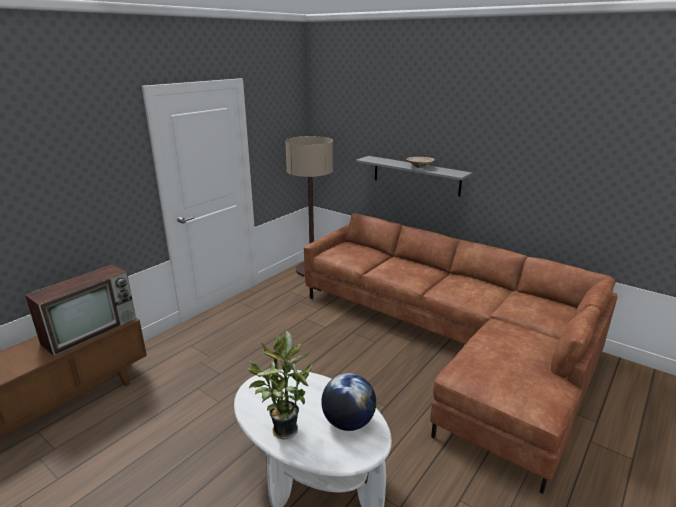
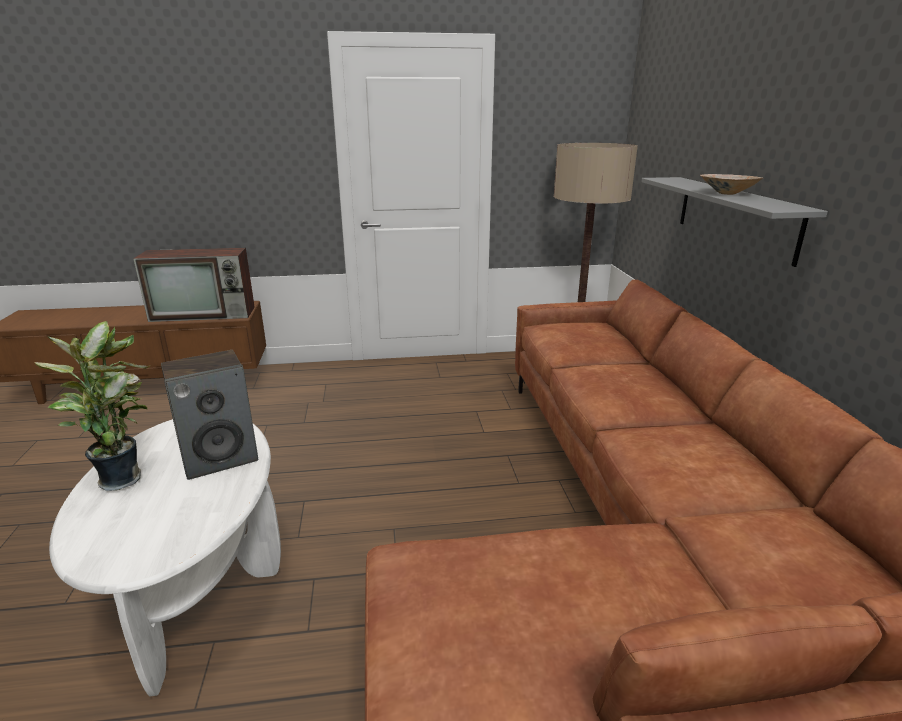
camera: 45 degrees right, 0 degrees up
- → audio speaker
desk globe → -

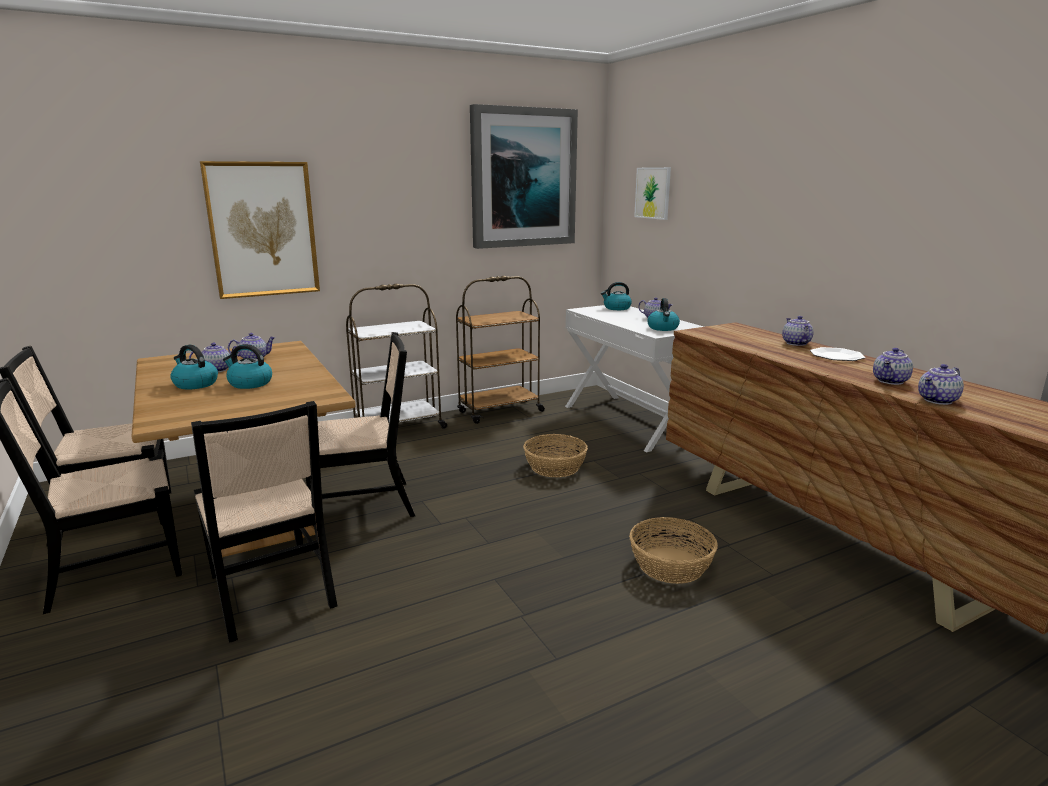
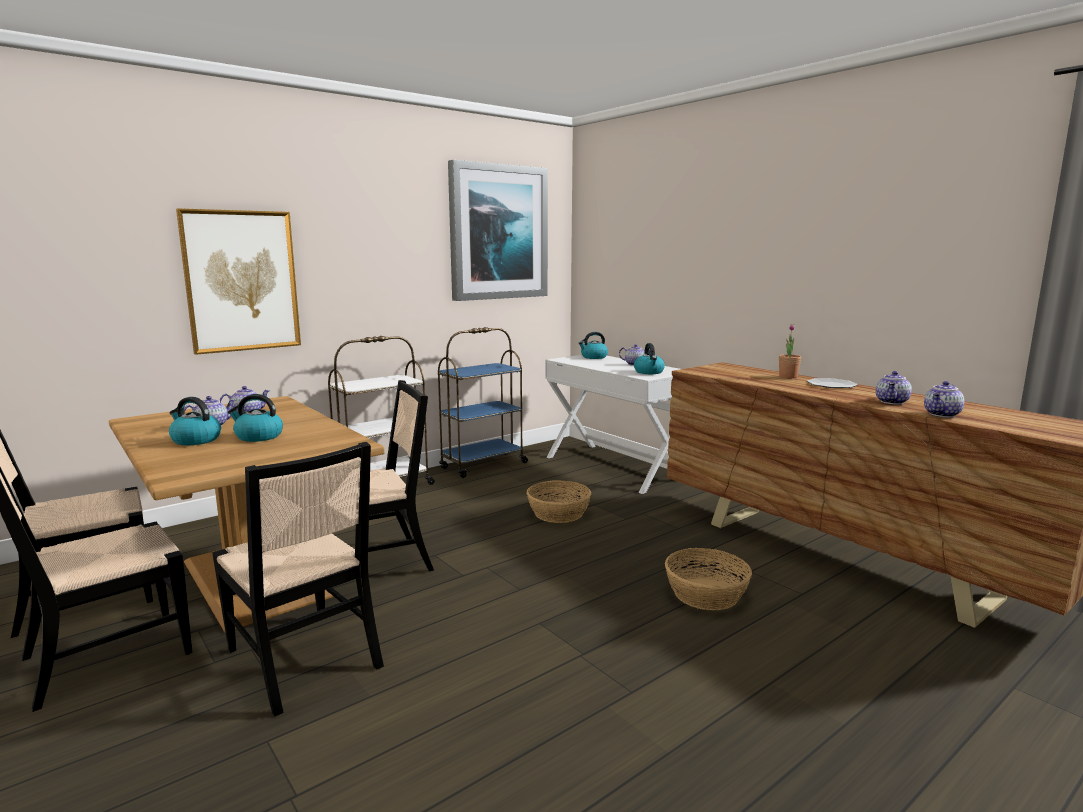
camera: 10 degrees left, 5 degrees down
brown-coloured wheeled cart → bluish wheeled cart
tea pot (no. 4 from left) → houseplant
wall picture (no. 3 from left) → -

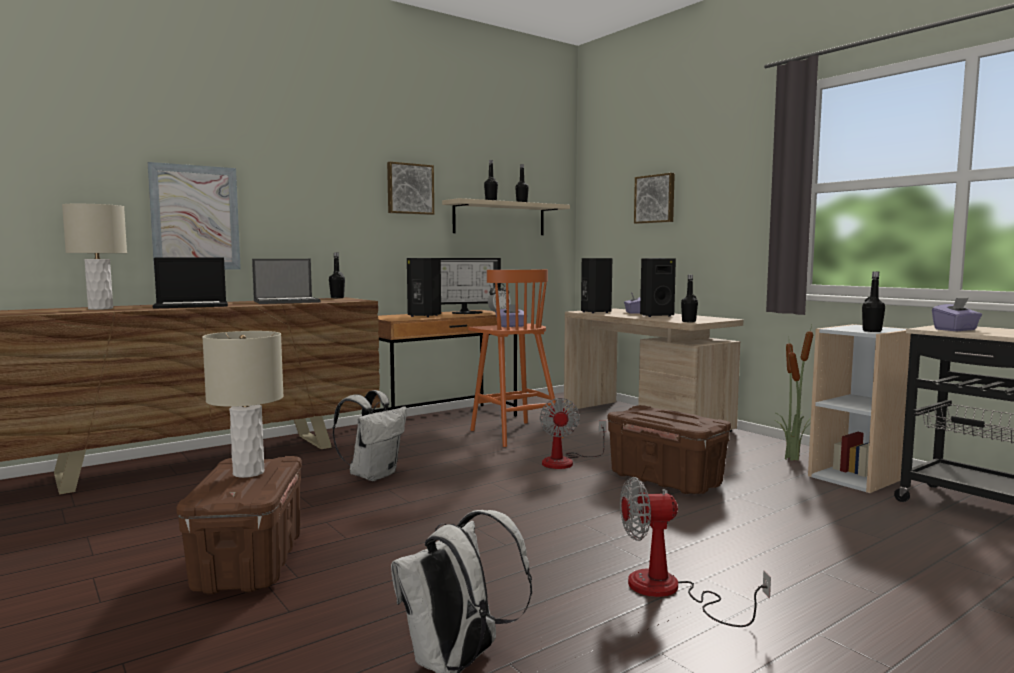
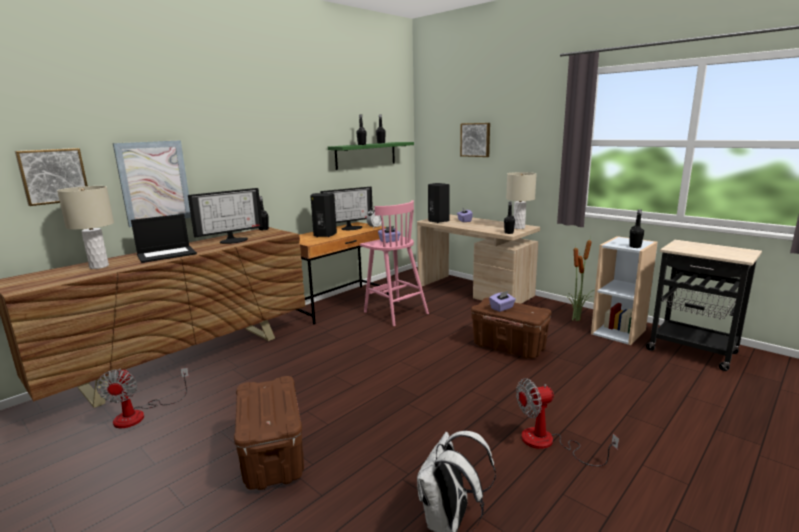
camera: 10 degrees left, 10 degrees up
wall picture (no. 2 from left in the first image) → wall picture (no. 1 from left), relocated
fan (no. 1 from left), relocated
notebook computer (no. 2 from left) → monitor (no. 1 from left)
sand-coloured shelf → green shelf
orange stool → pink stool
purple-coloured tissue holder (no. 3 from left), relocated
sand-coloured lamp for a table (no. 2 from left), relocated
whitish backpack (no. 1 from left) → -
black audio speaker (no. 3 from left) → -

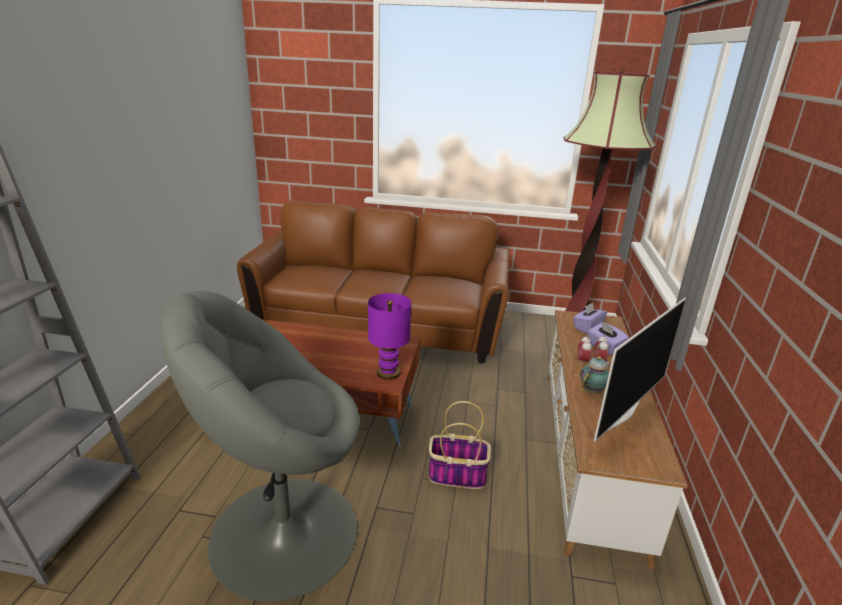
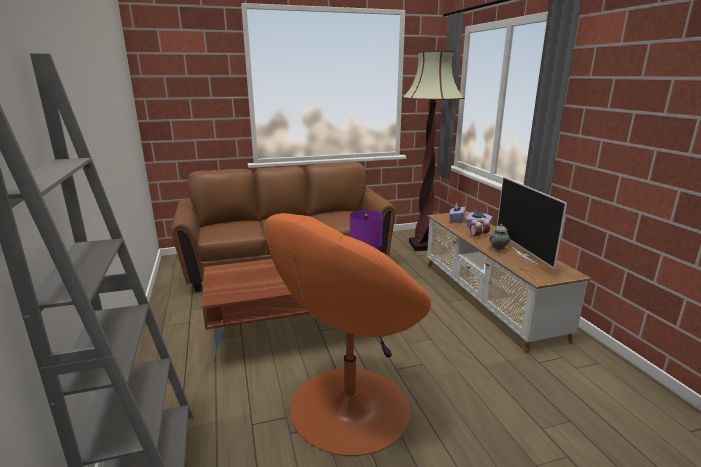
camera: 25 degrees left, 5 degrees down
grey lounge chair → orange lounge chair
TV set, 150 degrees clockwise
storage basket → -

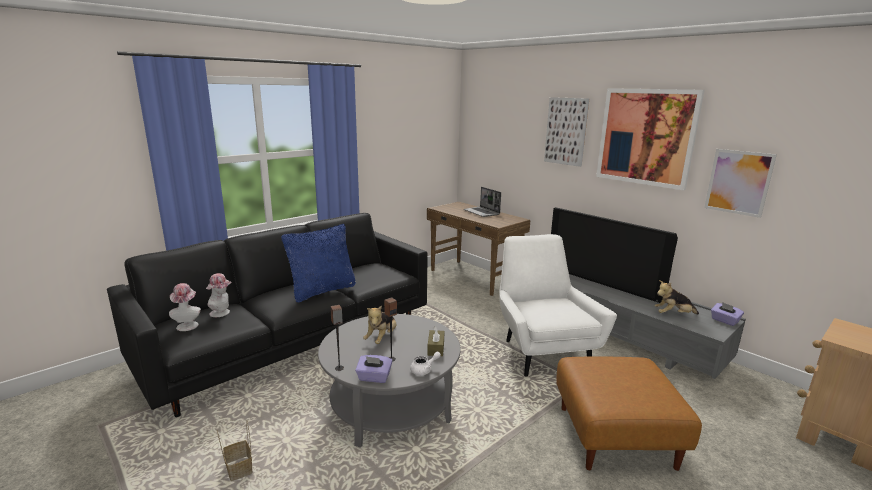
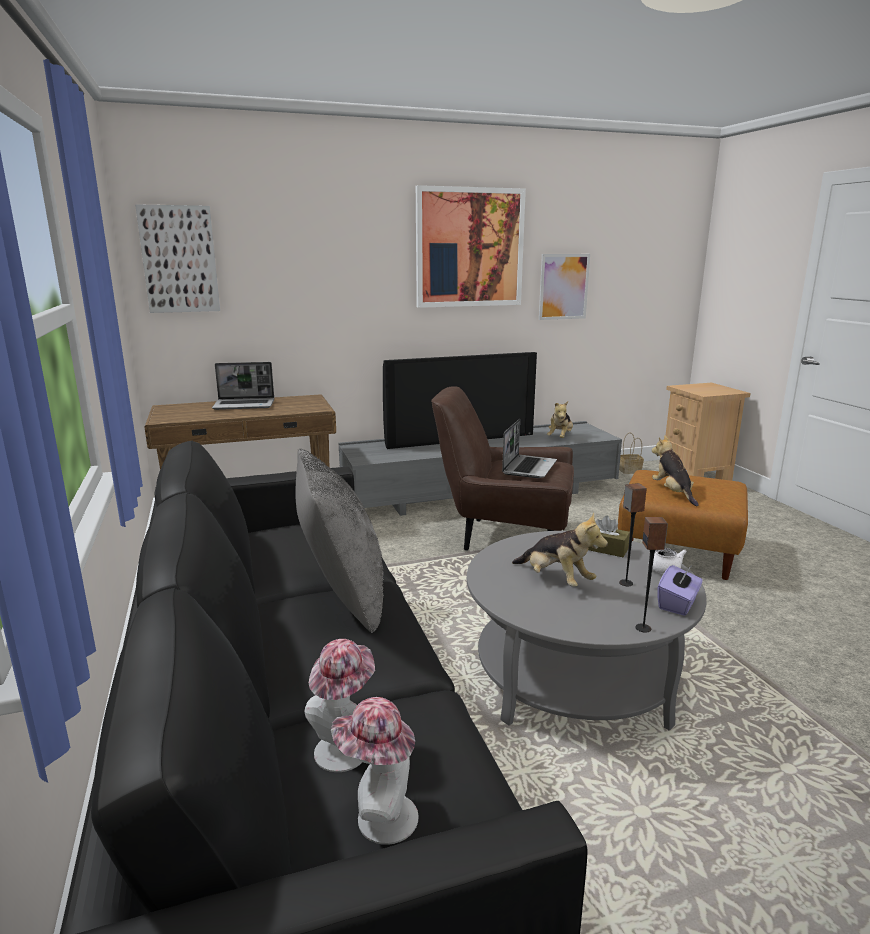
camera: 65 degrees left, 0 degrees up
wall picture (no. 1 from left), relocated
bluish throw pillow → grey throw pillow
whitish lounge chair → brown-coloured lounge chair
- → notebook computer (no. 2 from left)
storage basket, relocated
- → plush toy (no. 3 from left)
purple-coloured tissue holder (no. 2 from left) → -

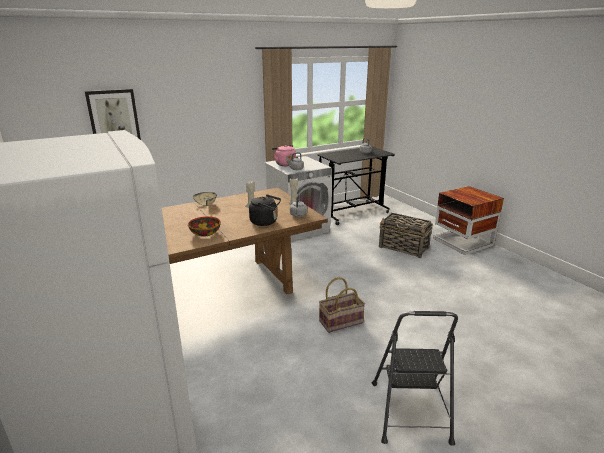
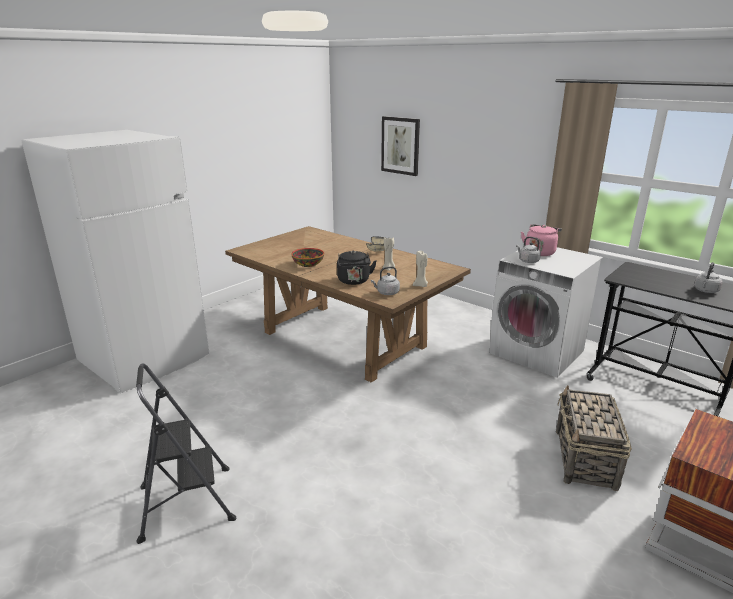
camera: 70 degrees right, 0 degrees up
storage basket (no. 1 from left) → -

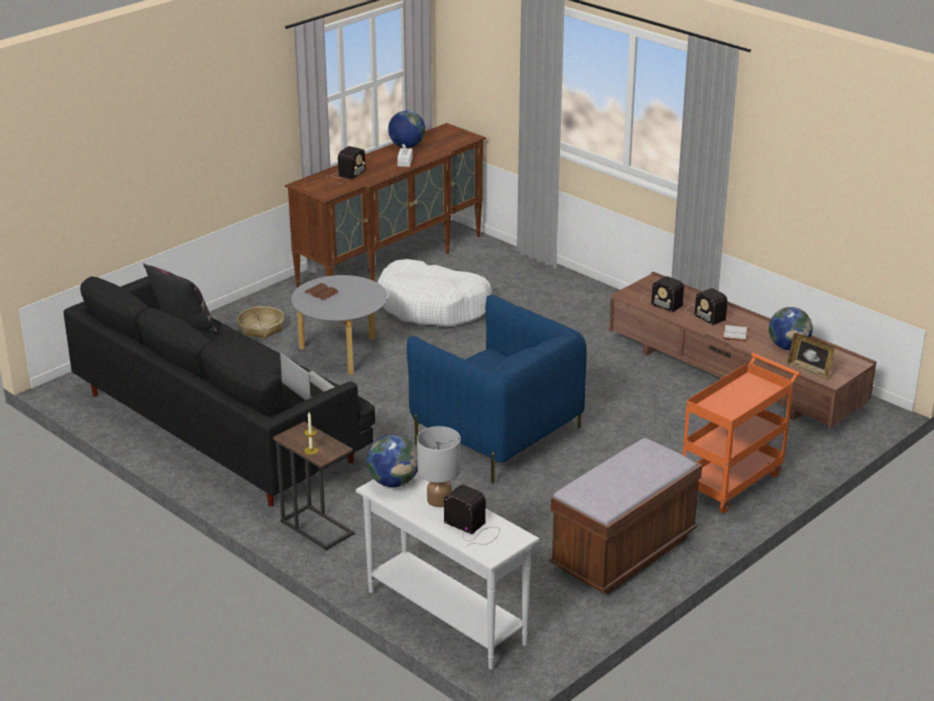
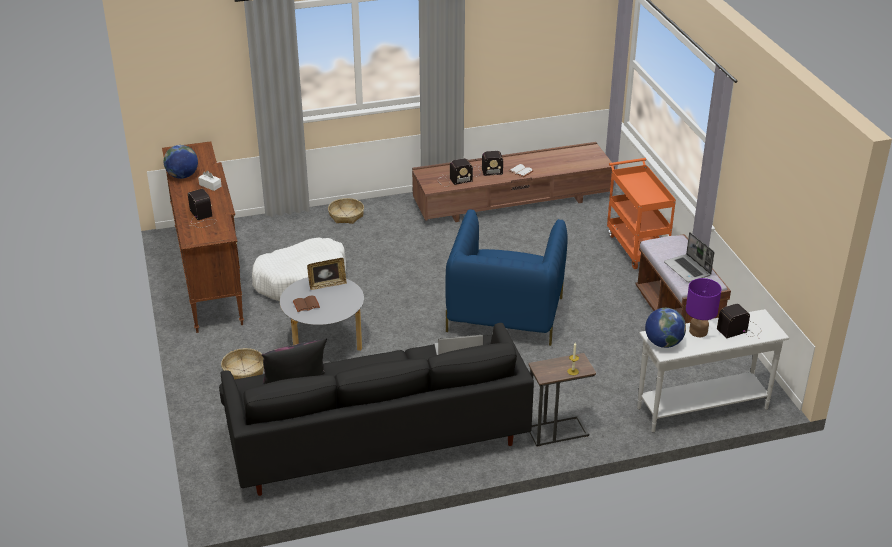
camera: 60 degrees left, 5 degrees up
picture frame, relocated
- → storage basket (no. 2 from left)
bluish lounge chair, 120 degrees clockwise
- → notebook computer (no. 2 from left)
grey lamp for a table → purple-coloured lamp for a table
desk globe (no. 3 from left) → -

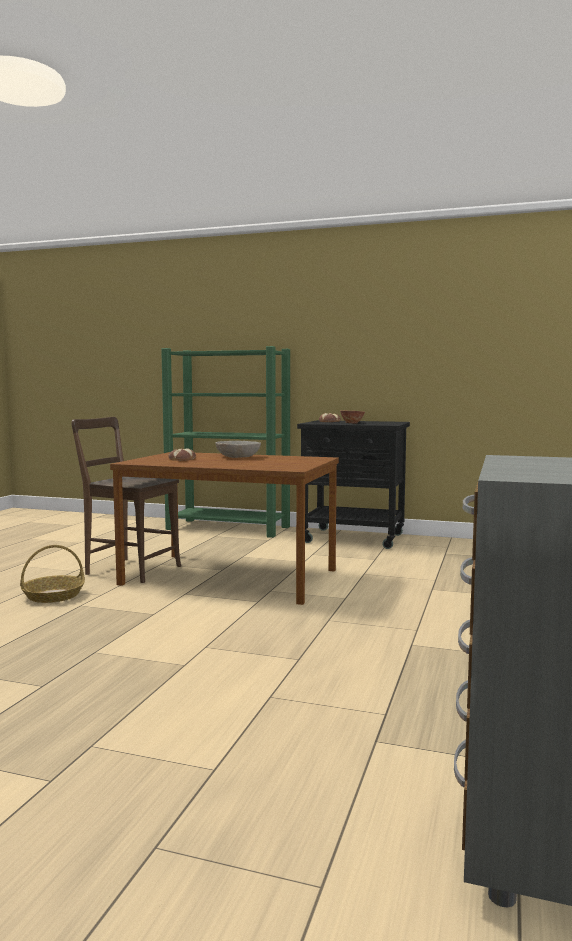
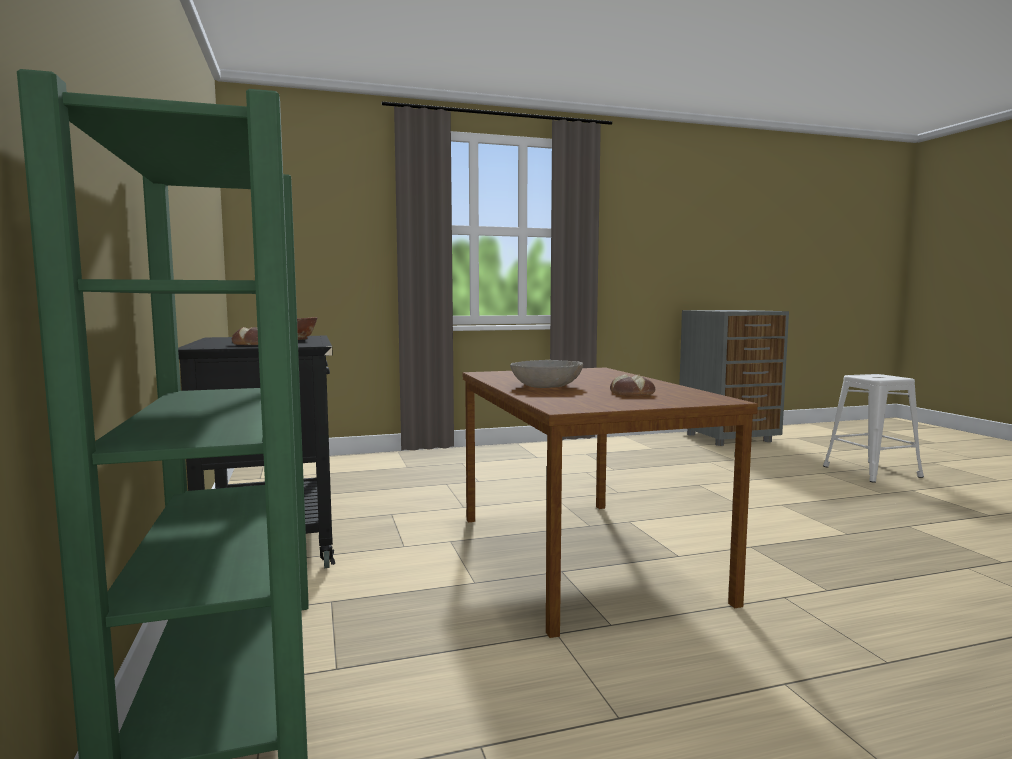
camera: 125 degrees left, 0 degrees up
- → whitish stool
storage basket → -
brown-coloured upright chair → -

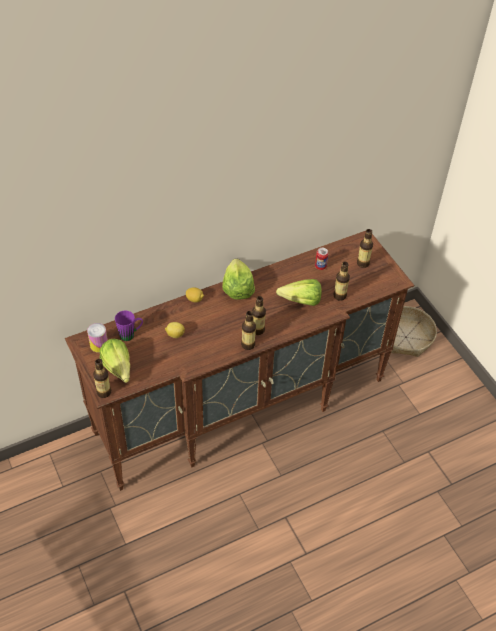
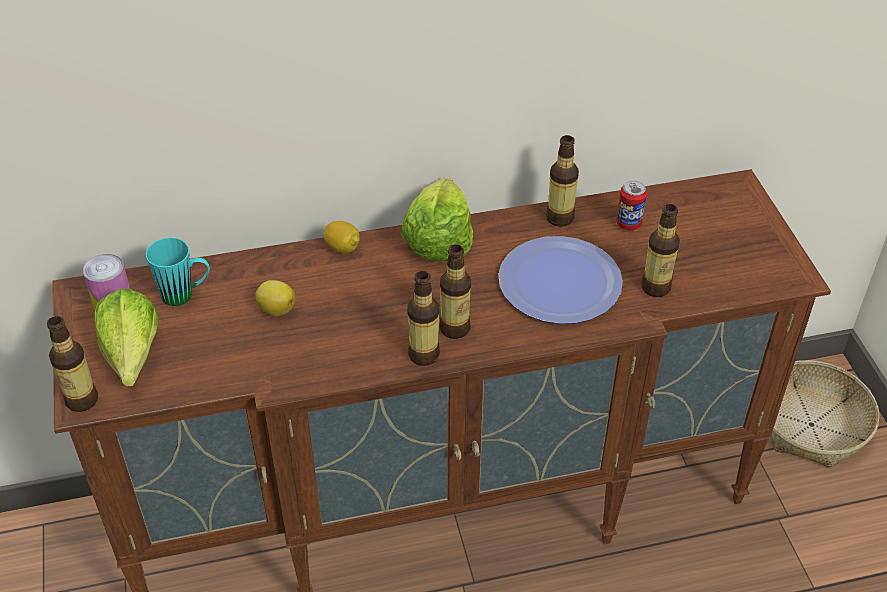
camera: 15 degrees right, 5 degrees down
purple-coloured coffee mug → blue-green coffee mug
lettuce (no. 3 from left) → flat dish
drink bottle (no. 5 from left in the first image) → drink bottle (no. 4 from left), relocated

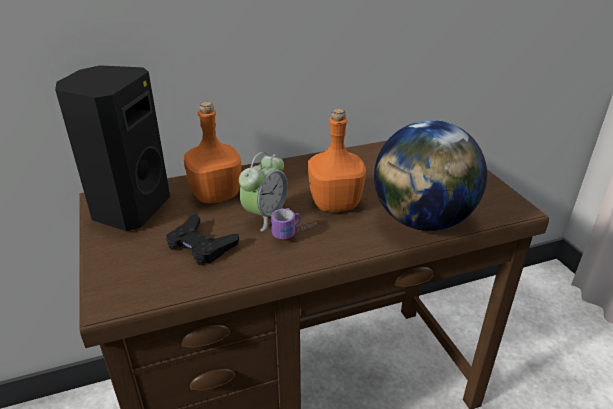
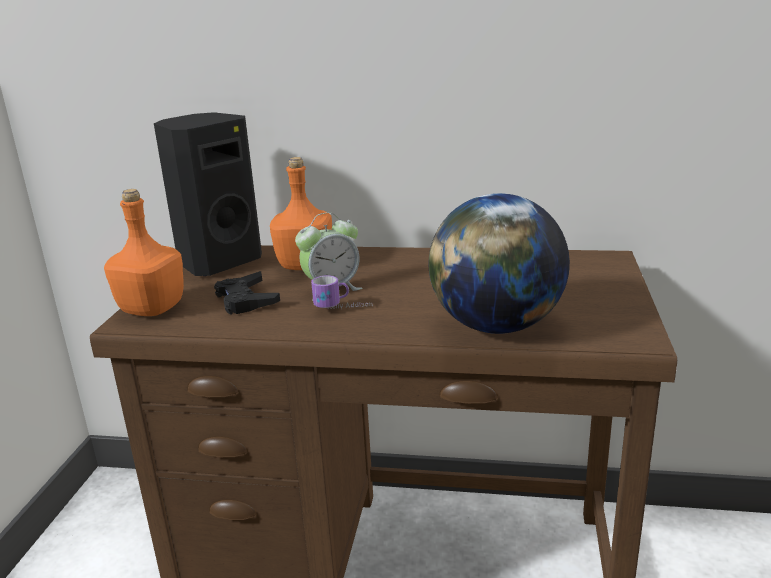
camera: 30 degrees right, 10 degrees down
orange drink bottle (no. 2 from left in the first image) → orange drink bottle (no. 1 from left), relocated

